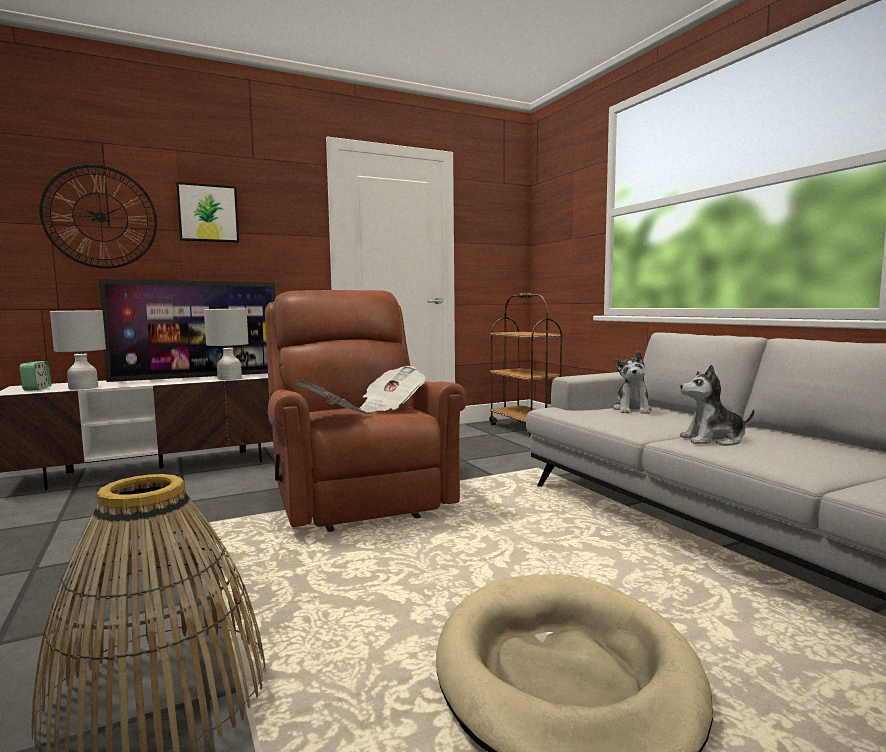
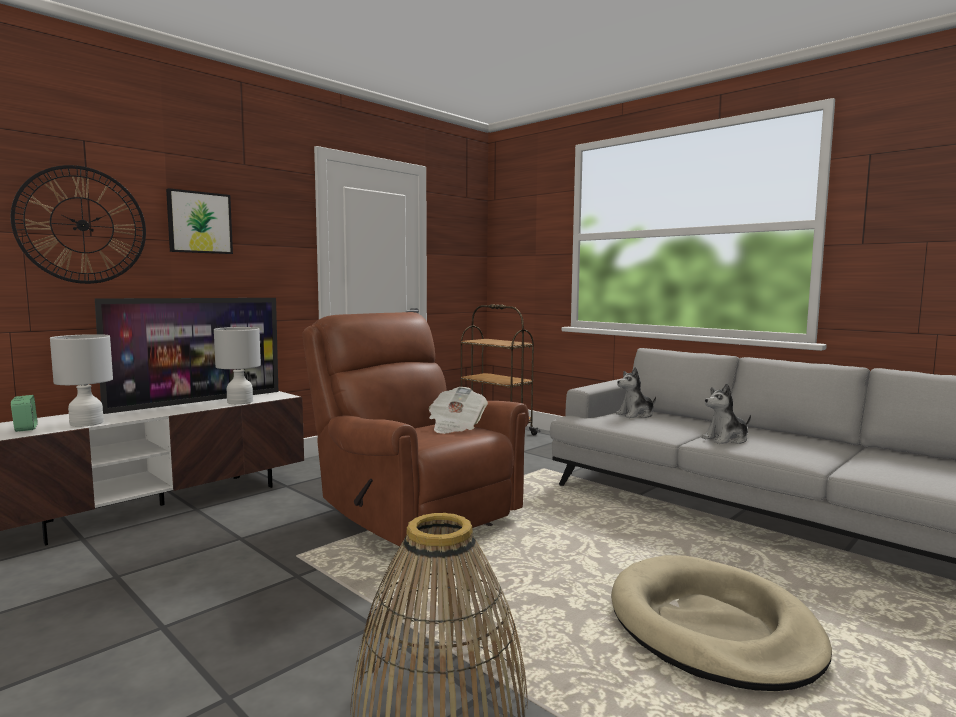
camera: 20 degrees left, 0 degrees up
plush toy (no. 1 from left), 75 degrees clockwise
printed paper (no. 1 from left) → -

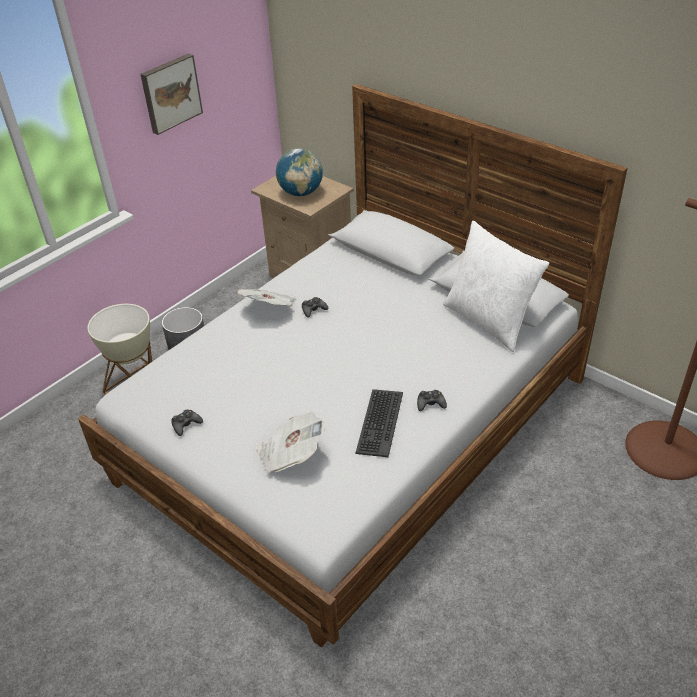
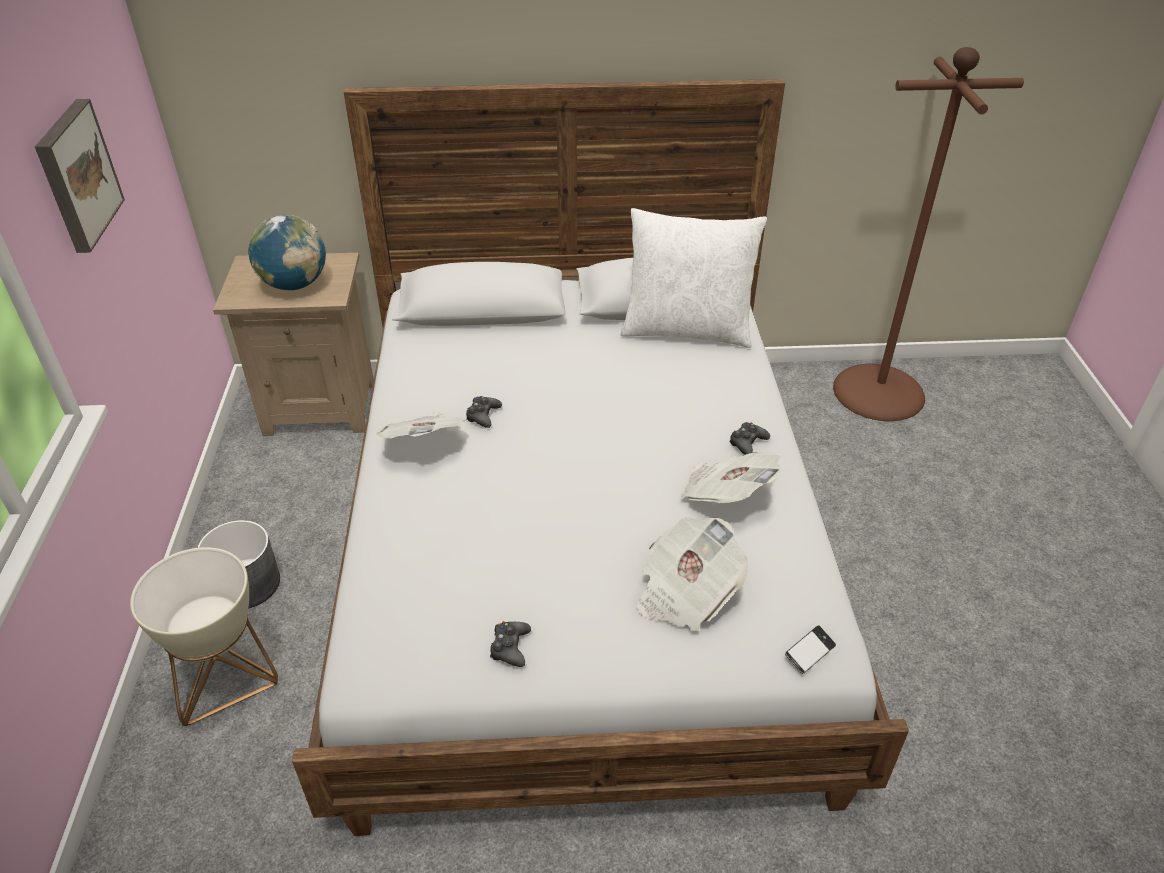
camera: 45 degrees left, 0 degrees up
PC keyboard → printed paper (no. 3 from left)
- → telephone

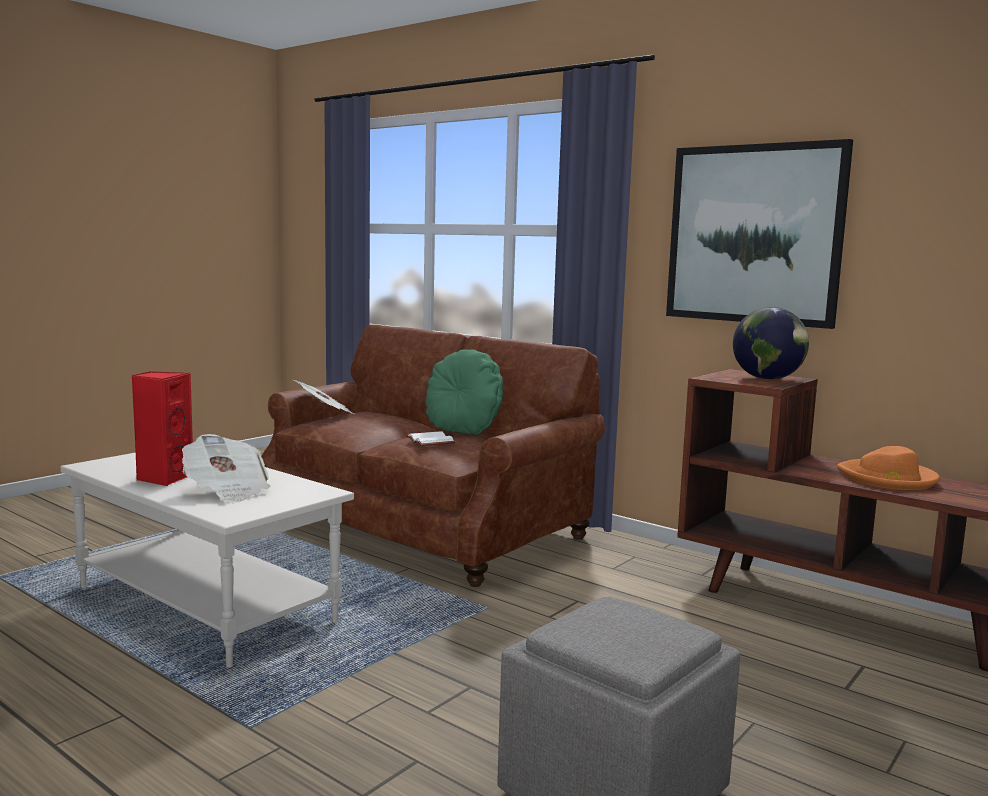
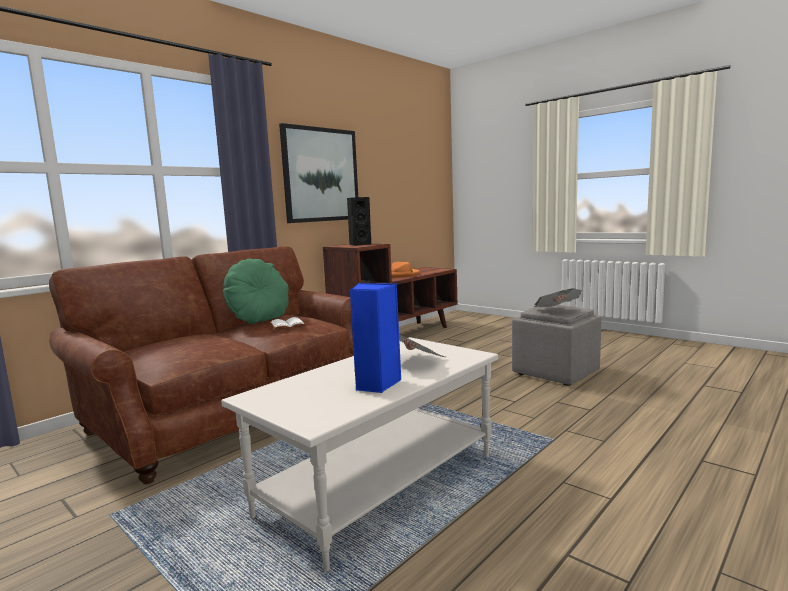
camera: 85 degrees left, 0 degrees up
desk globe → black audio speaker
reddish audio speaker → bluish audio speaker
printed paper (no. 2 from left), relocated

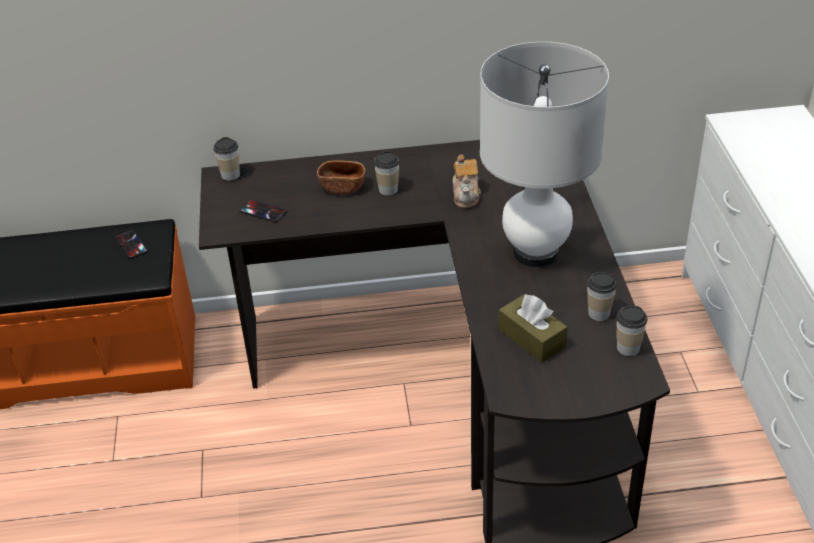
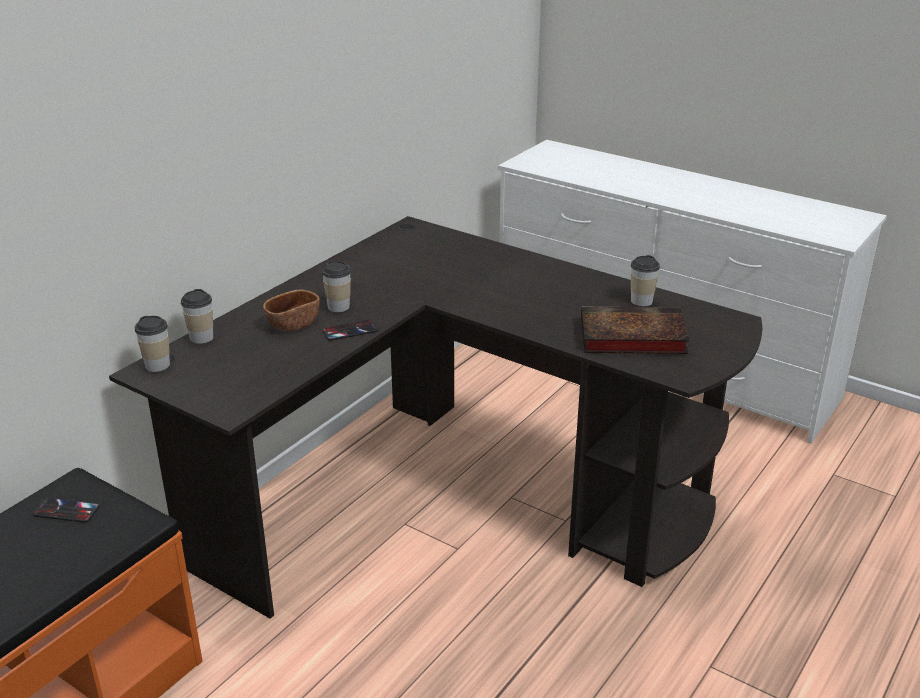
camera: 50 degrees left, 10 degrees down
drinking cup (no. 4 from left in the first image) → drinking cup (no. 2 from left), relocated
telephone (no. 2 from left), relocated
brown-coloured tissue holder → volume
tea pot → -
whitish lamp for a table → -

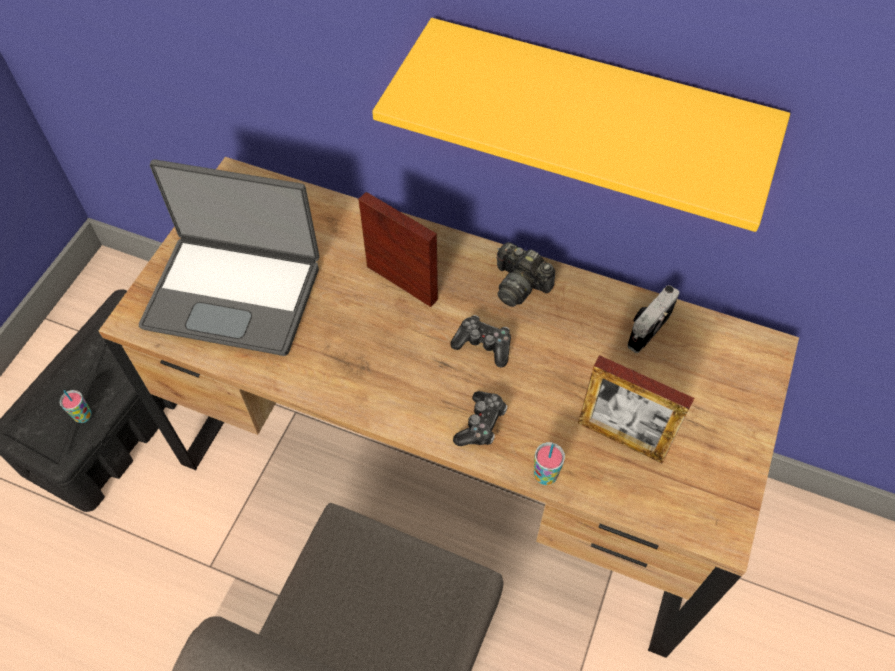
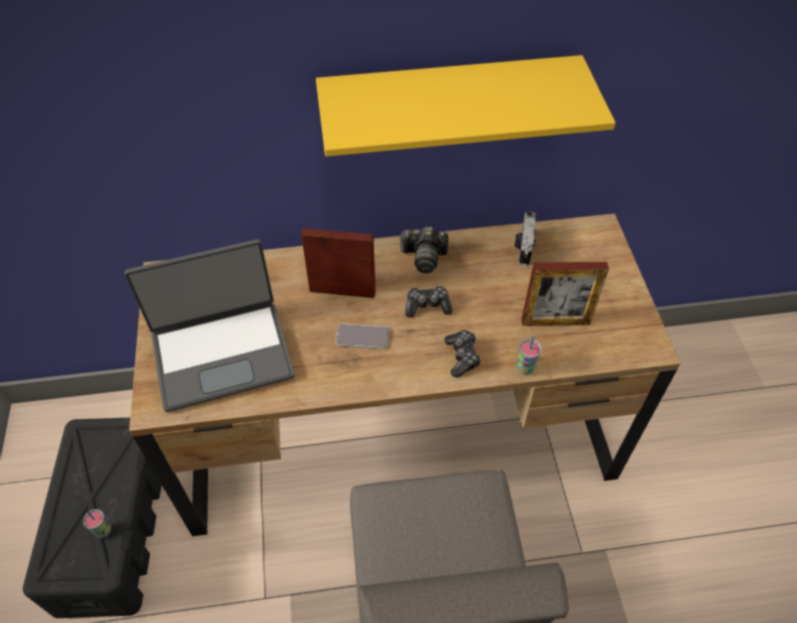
camera: 30 degrees left, 5 degrees down
- → telephone

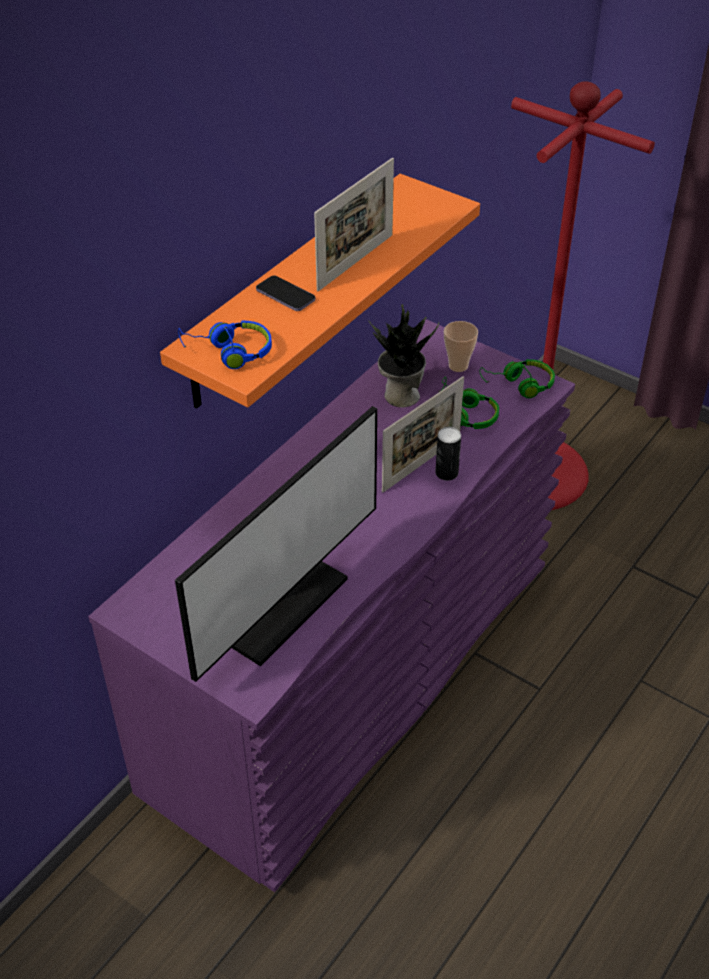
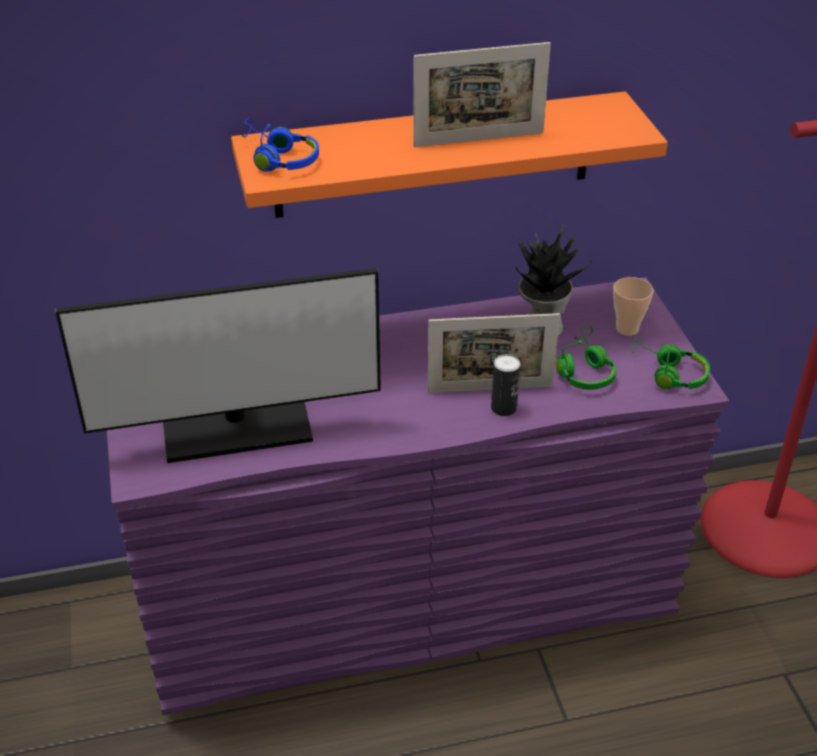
camera: 40 degrees right, 5 degrees down
telephone → -

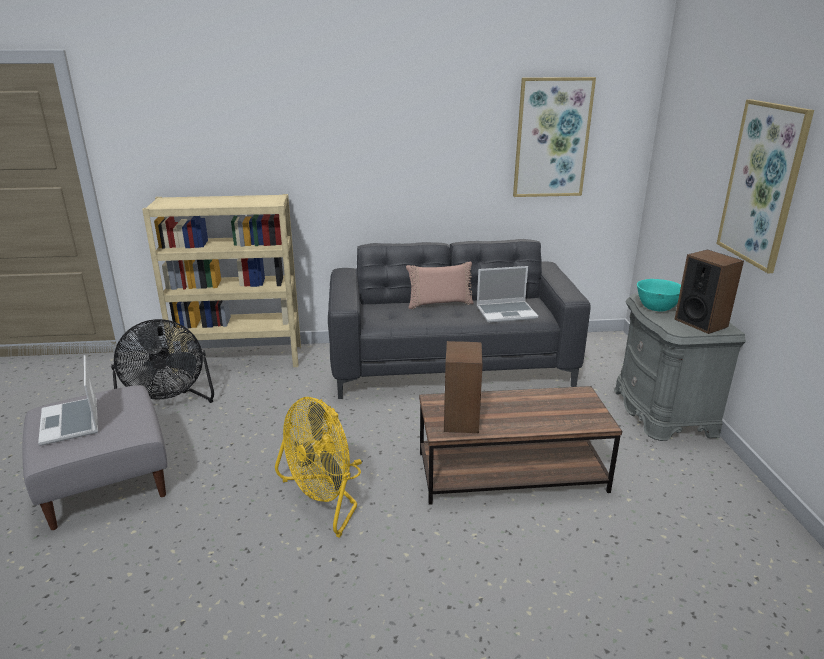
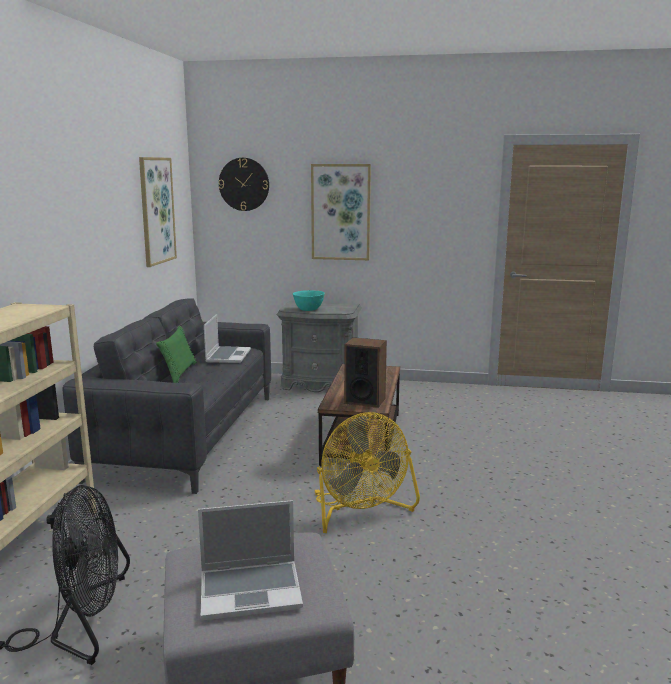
camera: 75 degrees left, 10 degrees down
sand-coloured throw pillow → green throw pillow
- → clock on the wall
audio speaker (no. 2 from left) → -

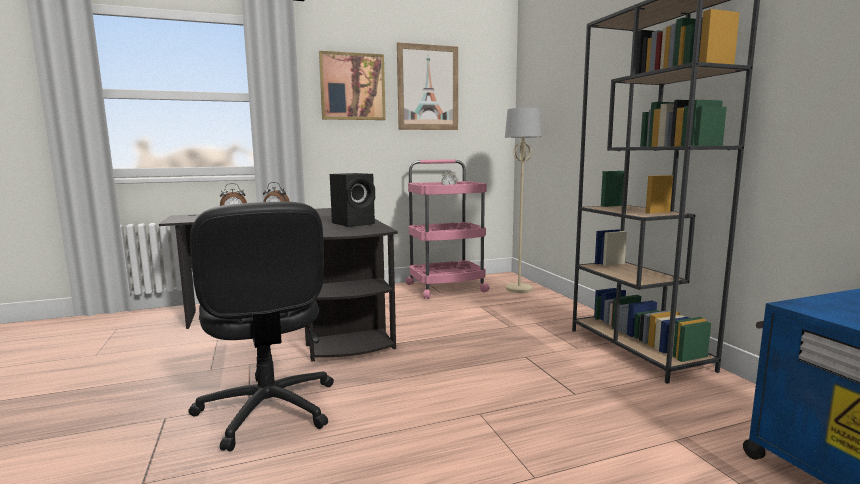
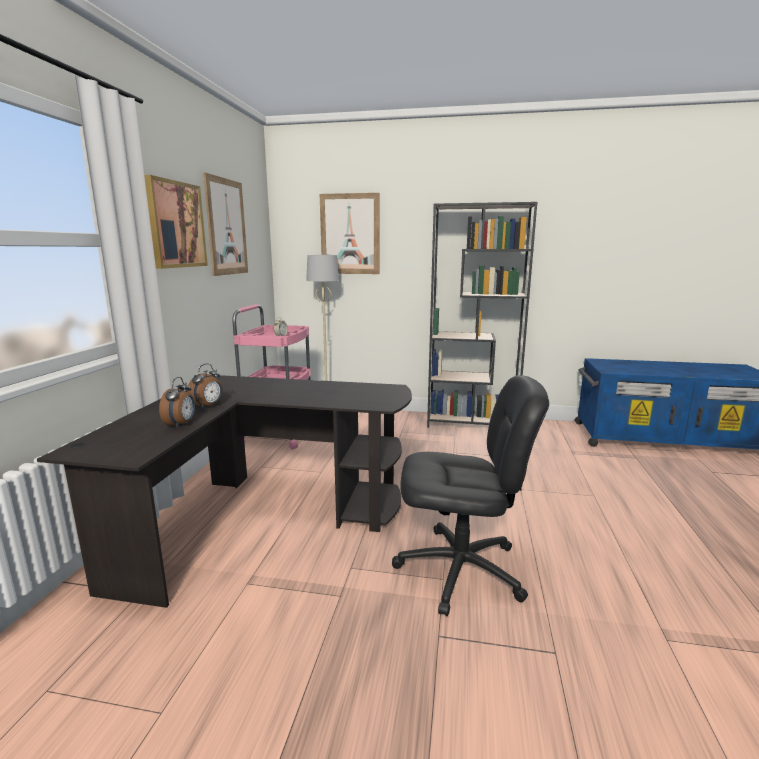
camera: 60 degrees left, 5 degrees up
- → wall picture (no. 3 from left)
black audio speaker → -

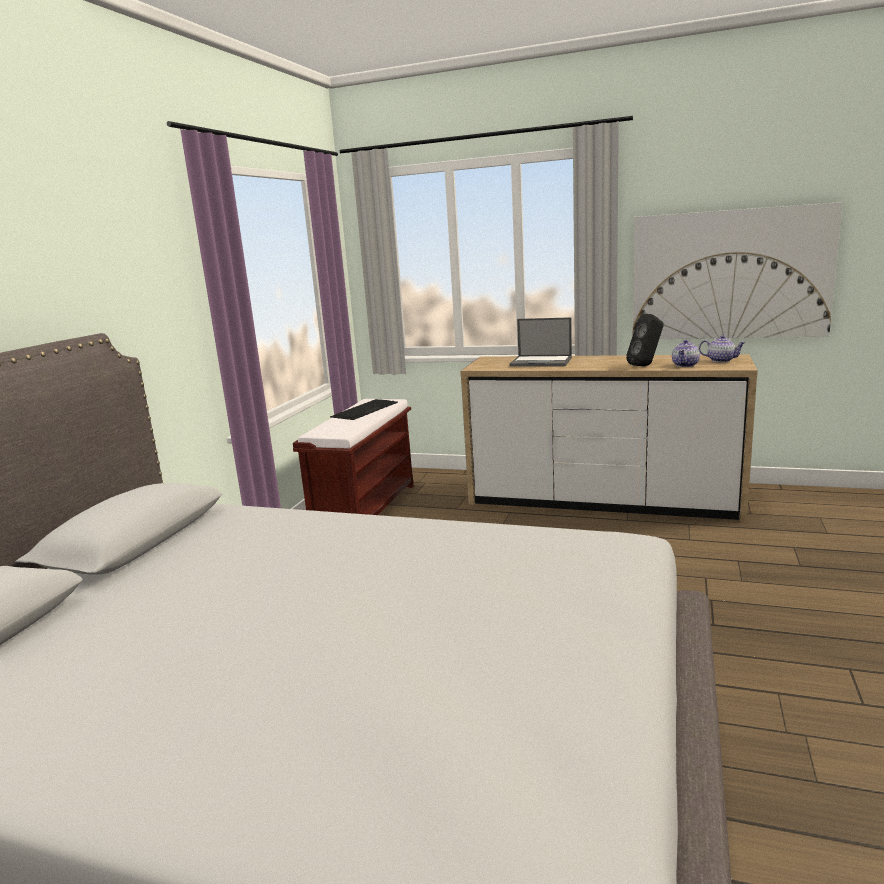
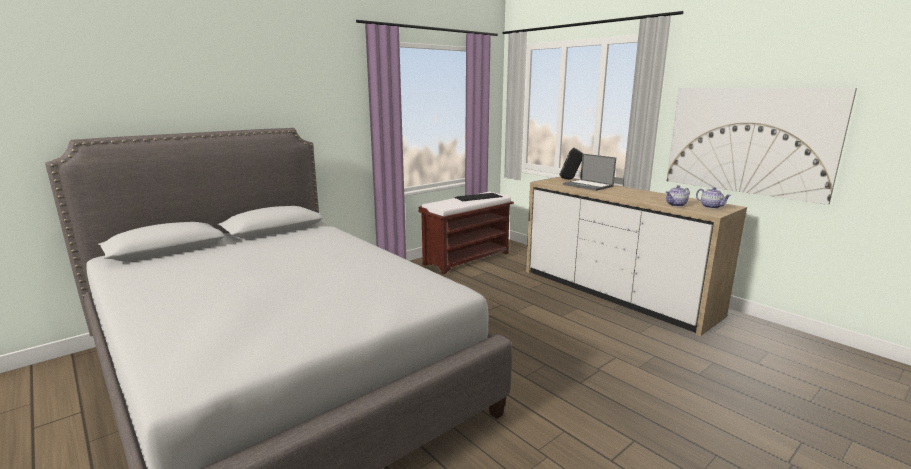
camera: 30 degrees right, 0 degrees up
black audio speaker, relocated

